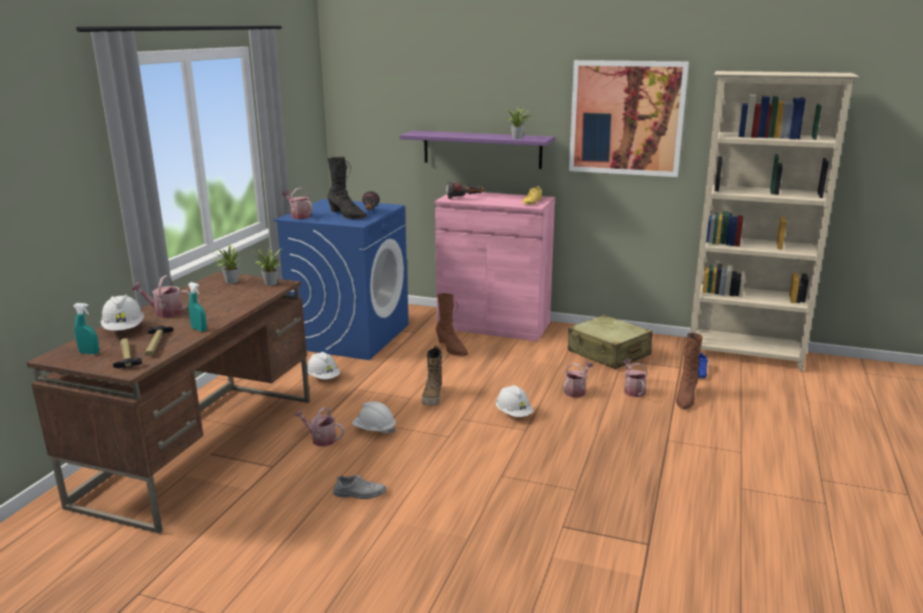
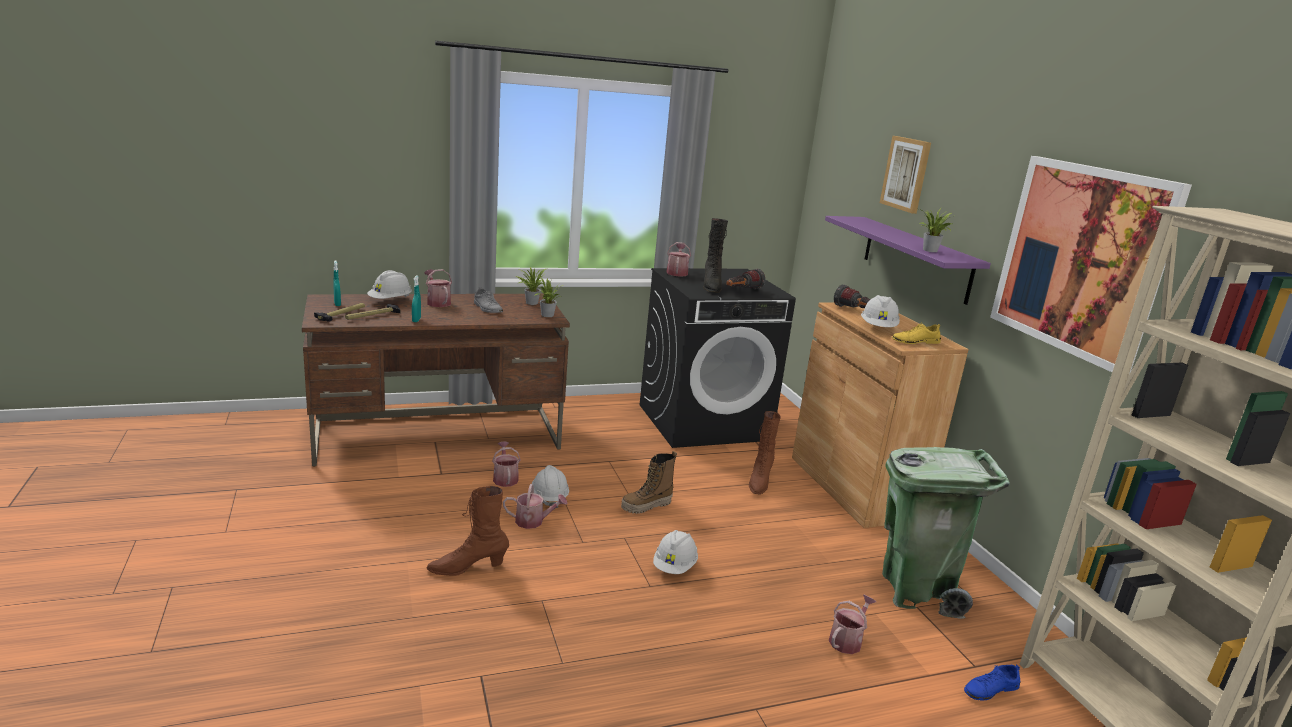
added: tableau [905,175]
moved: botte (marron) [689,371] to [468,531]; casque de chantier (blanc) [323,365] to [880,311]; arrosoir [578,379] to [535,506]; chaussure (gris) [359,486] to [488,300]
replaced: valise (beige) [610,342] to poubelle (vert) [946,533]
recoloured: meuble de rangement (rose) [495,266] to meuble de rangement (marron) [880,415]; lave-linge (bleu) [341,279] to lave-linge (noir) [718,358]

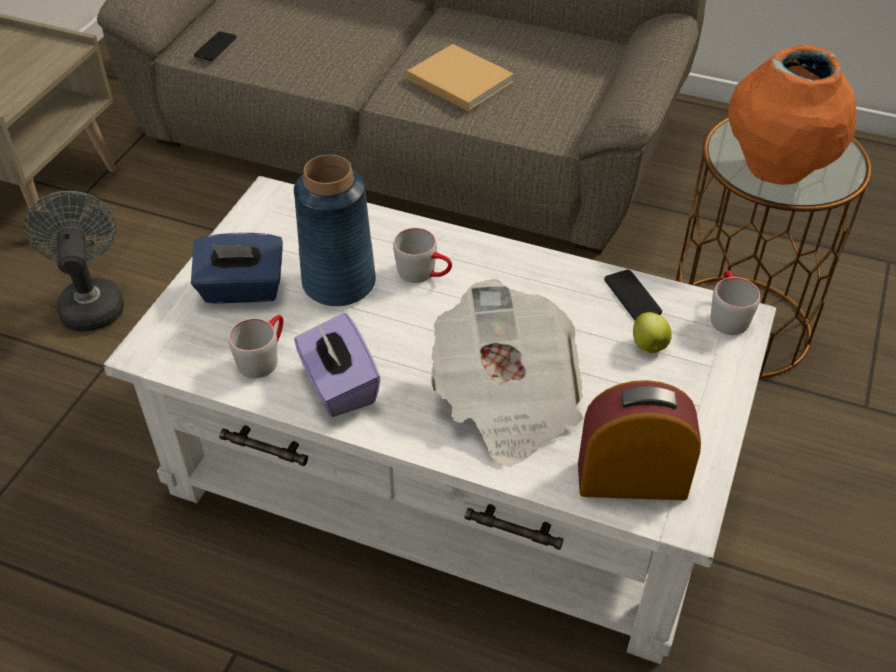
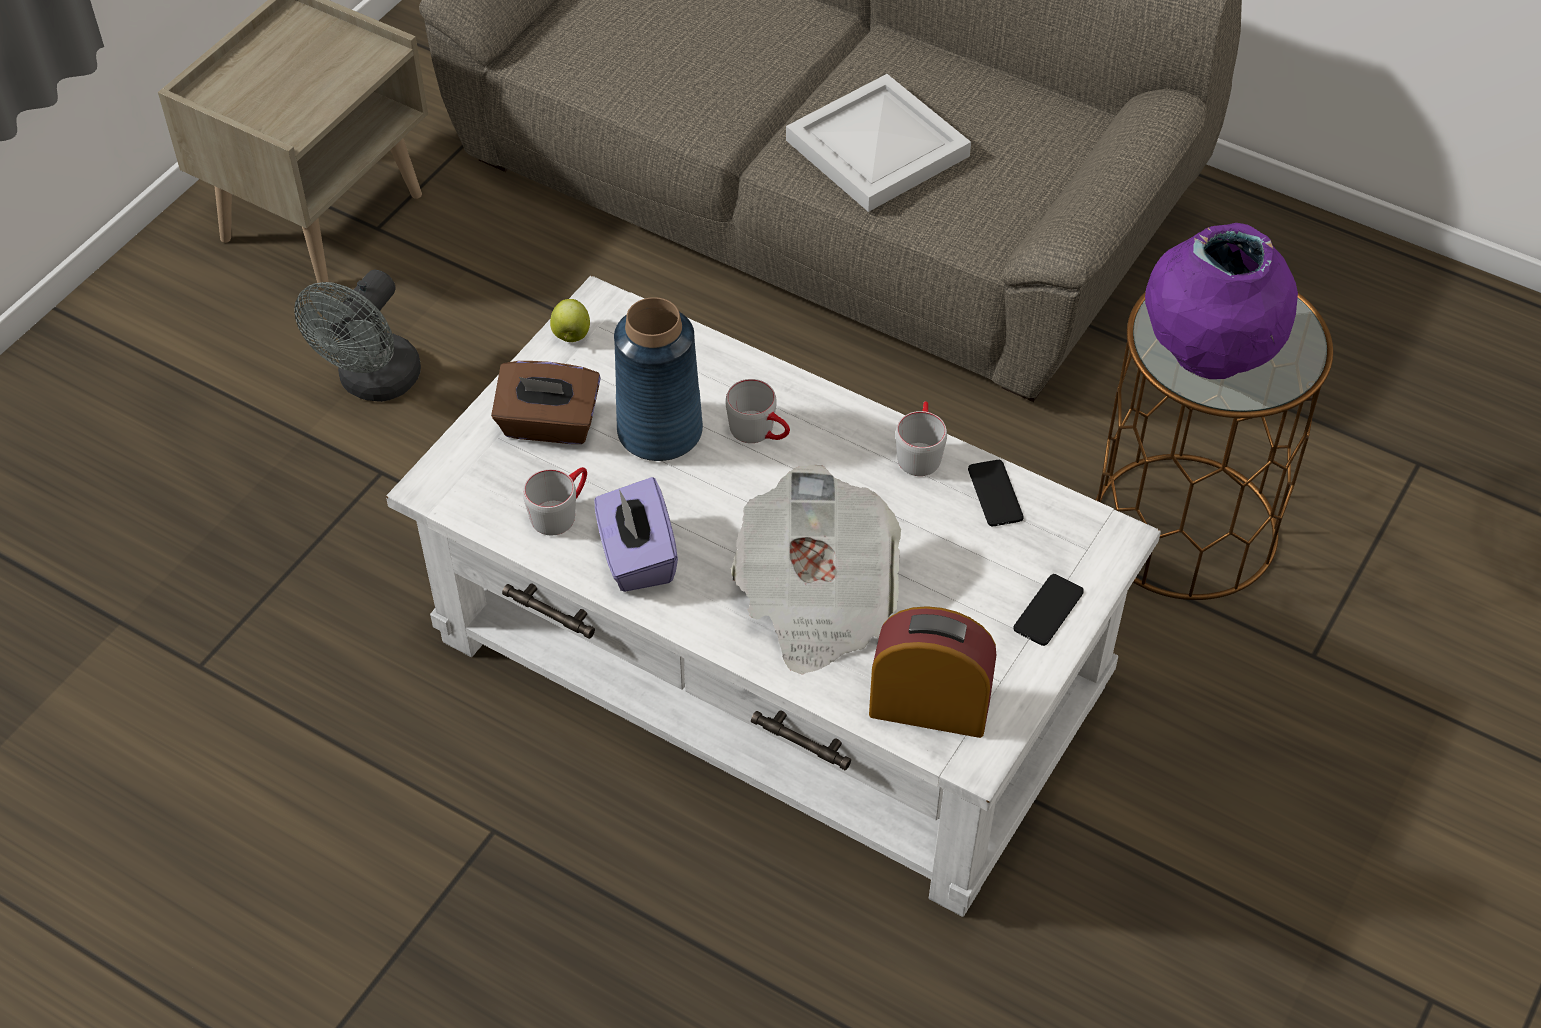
moved: téléphone [215,46] to [1049,610]; mug (gris) [735,302] to [921,438]; pomme [652,332] to [570,320]
replaced: livre (beige) [460,77] to plateau (blanc) [878,143]
recoloured: vase (orange) [792,115] to vase (violet) [1221,301]; boîte à mouchoirs (bleu) [237,268] to boîte à mouchoirs (marron) [546,402]
turned: ventilateur (gris) [74,261] = [358,336] 150 degrees counterclockwise

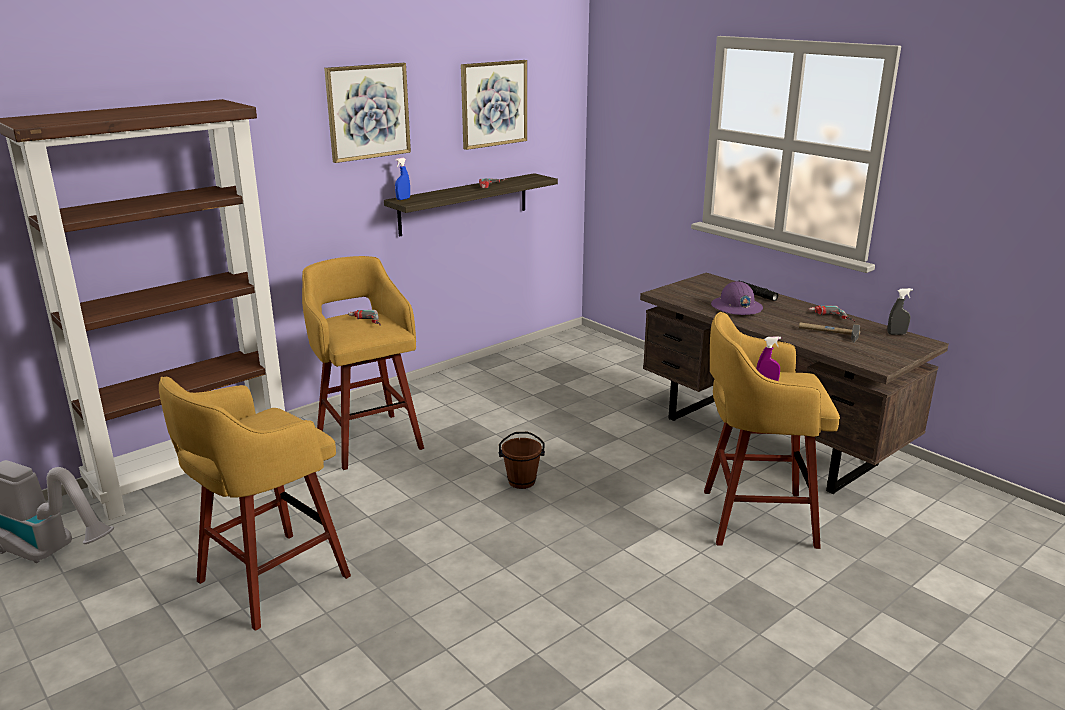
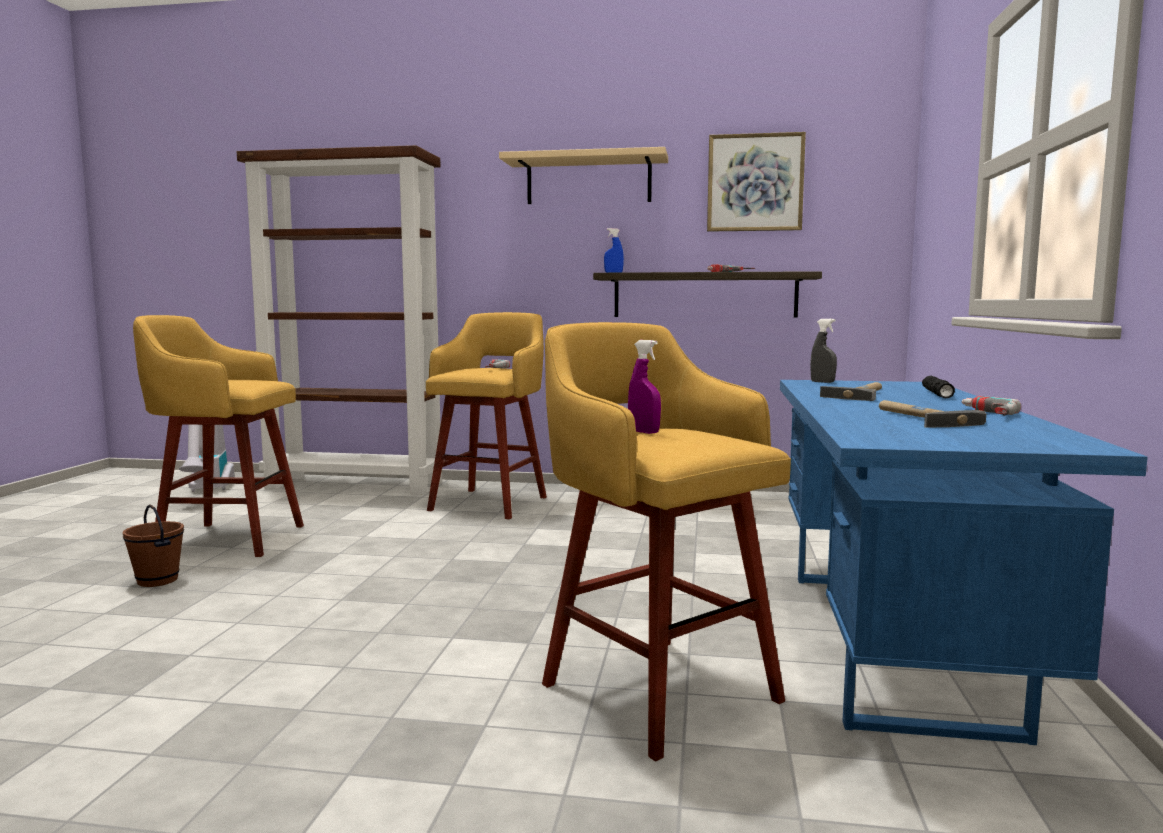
moved: vaporisateur (gris) [900,311] to [823,351]; seau (marron) [522,460] to [153,545]
replaced: tableau [367,113] to étagère (beige) [583,175]; casque de chantier (violet) [737,298] to marteau [851,391]
recoloured: bureau (marron) [794,383] to bureau (bleu) [964,562]

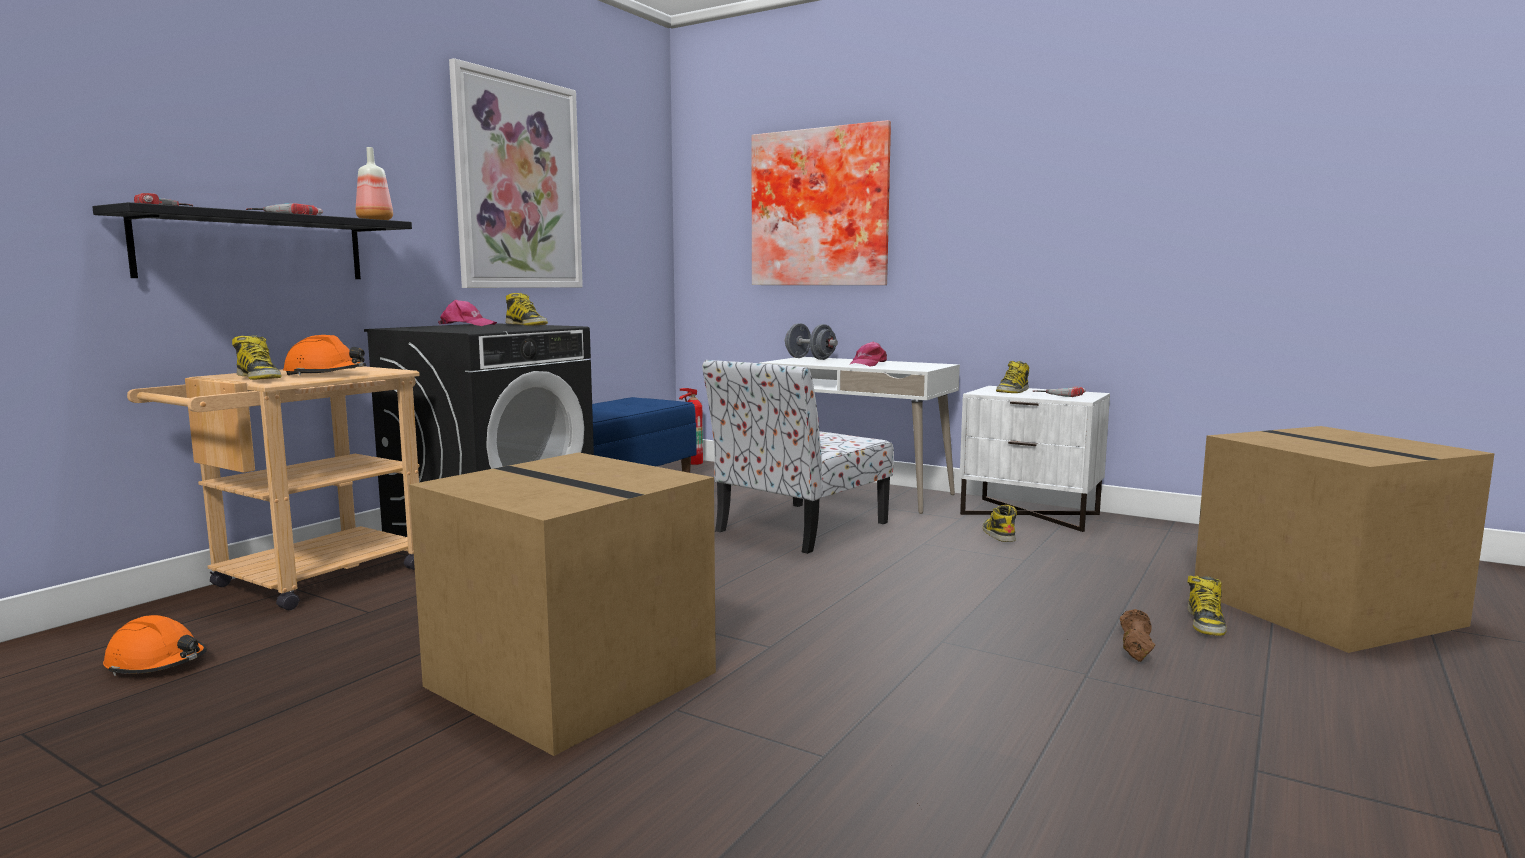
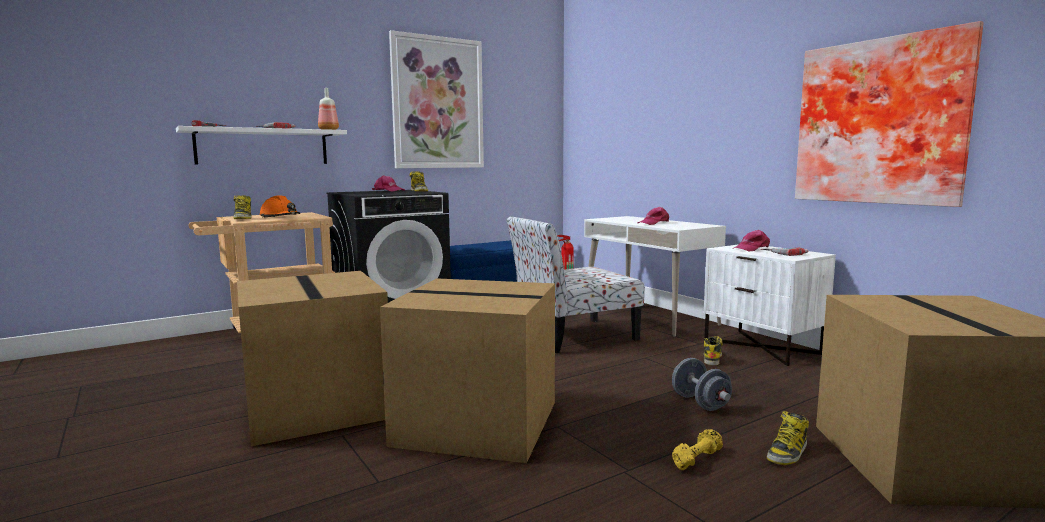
removed: casque de chantier (orange) [155,645]
added: carton [467,370]
moved: tableau [821,202] to [889,114]; haltère (gris) [811,341] to [702,384]
replaced: botte [1012,377] to casquette (rose) [752,240]
recoloured: étagère (noir) [252,240] to étagère (blanc) [261,145]; haltère (marron) [1137,635] to haltère (jaune) [697,449]

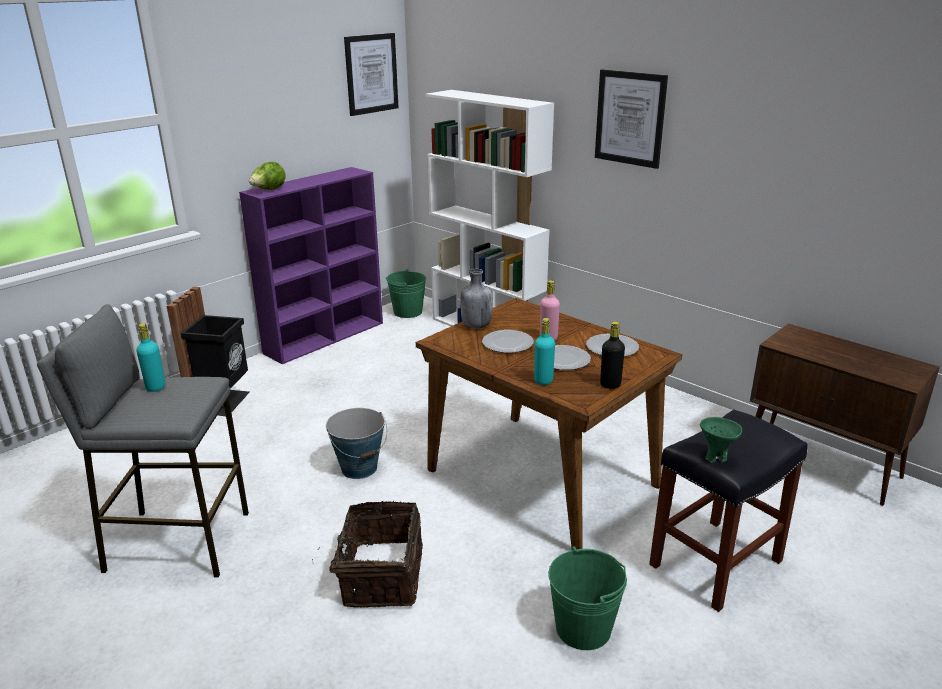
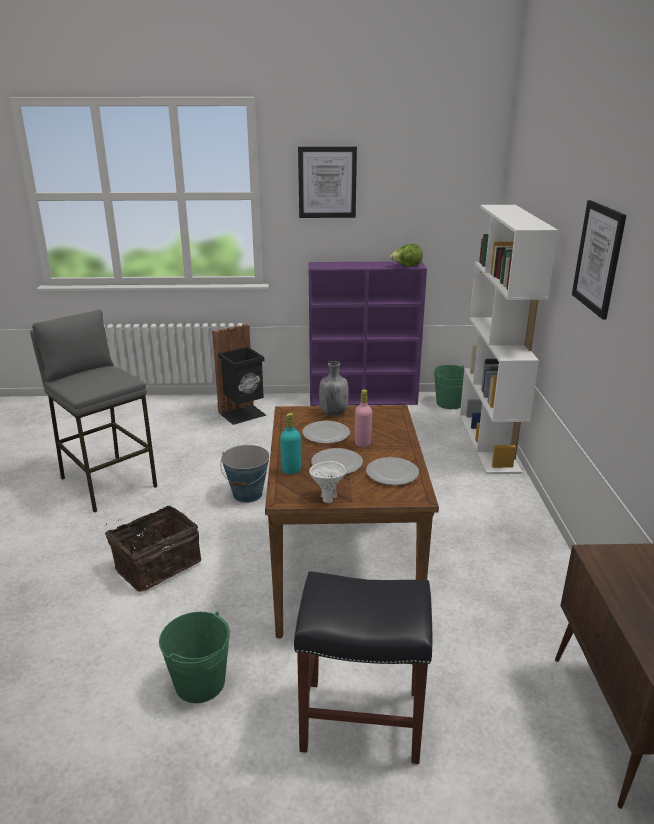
removed: bouteille (turquoise) [151,357]; bol (vert) [721,440]
moved: tableau [371,74] to [327,182]; laitue [267,176] to [406,255]
replaced: bouteille (noir) [612,355] to bol (blanc) [327,482]

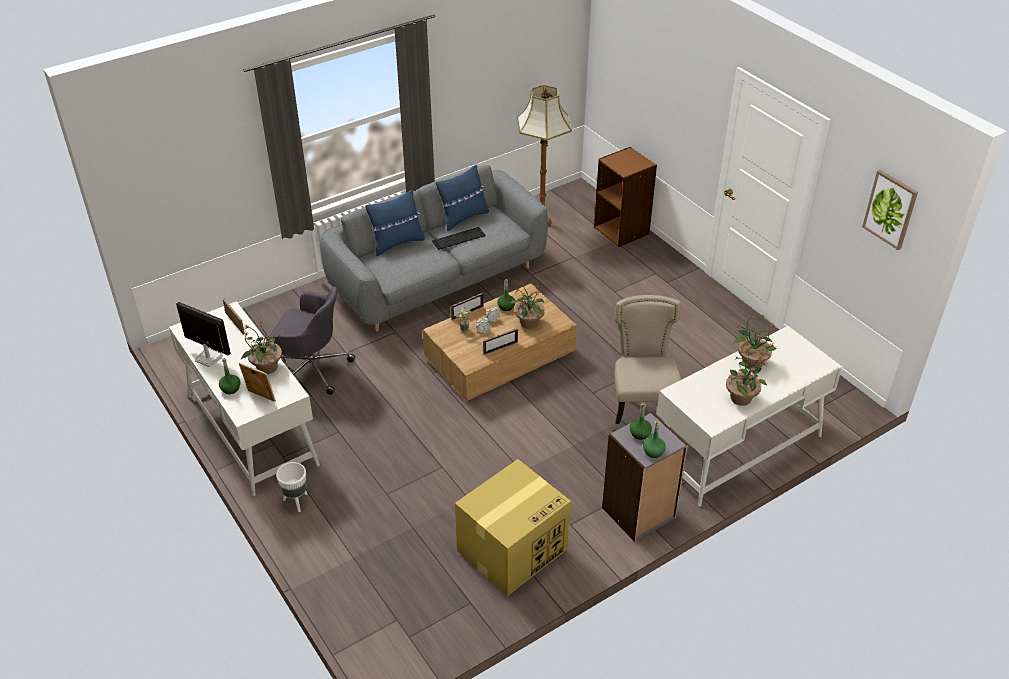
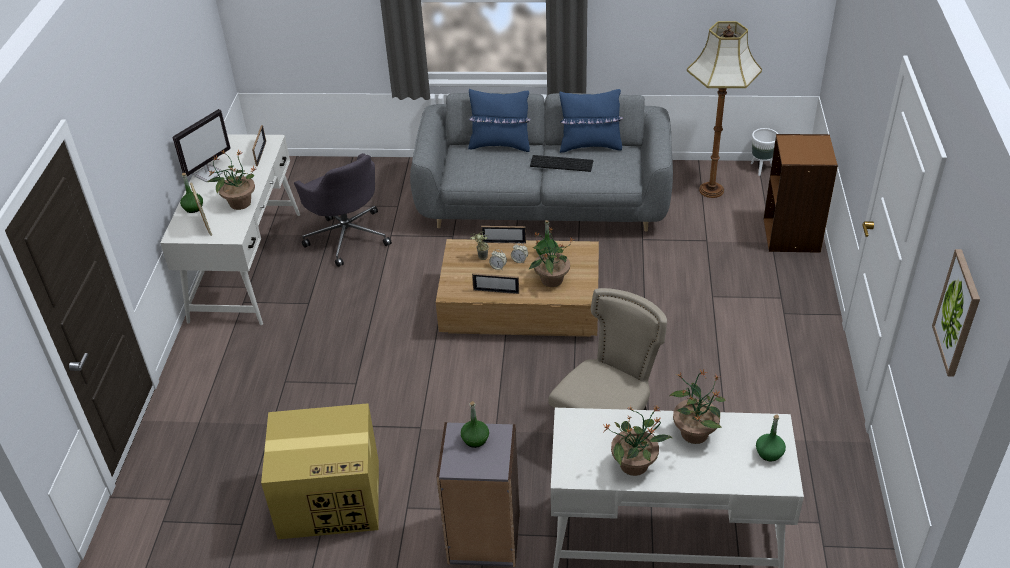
moved: bouteille (vert) [654,439] to [771,437]; cache-pot (blanc) [292,487] to [764,152]
turned: écran d'ordinateur [203,334] = [201,145] 60 degrees clockwise

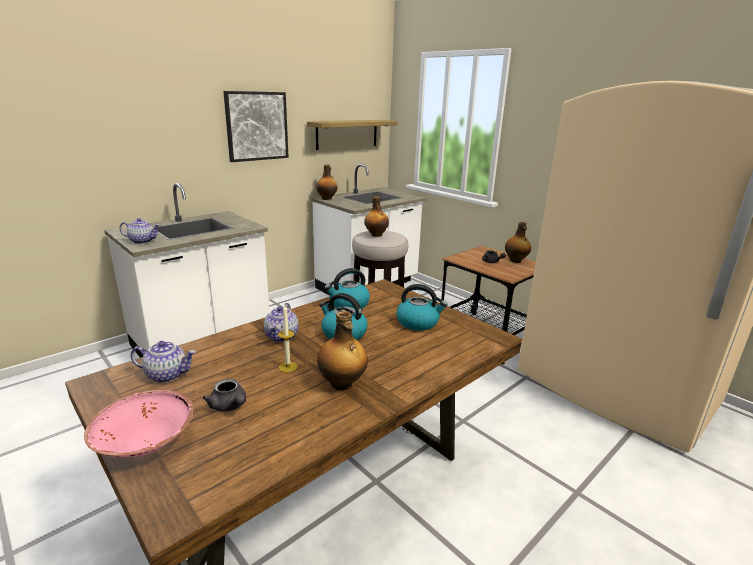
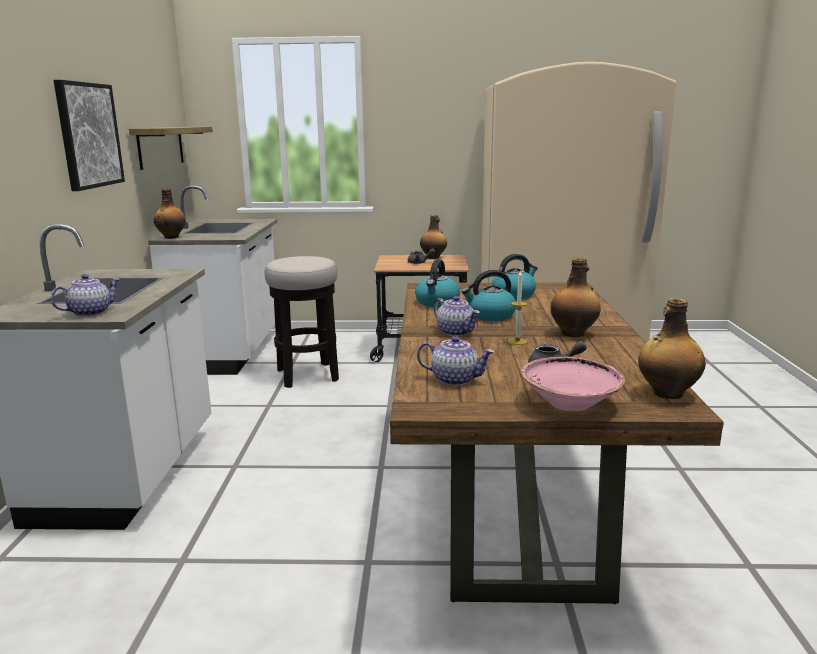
moved: bouteille [376,216] to [672,348]
turned: théière [163,362] = [456,361] 60 degrees clockwise

